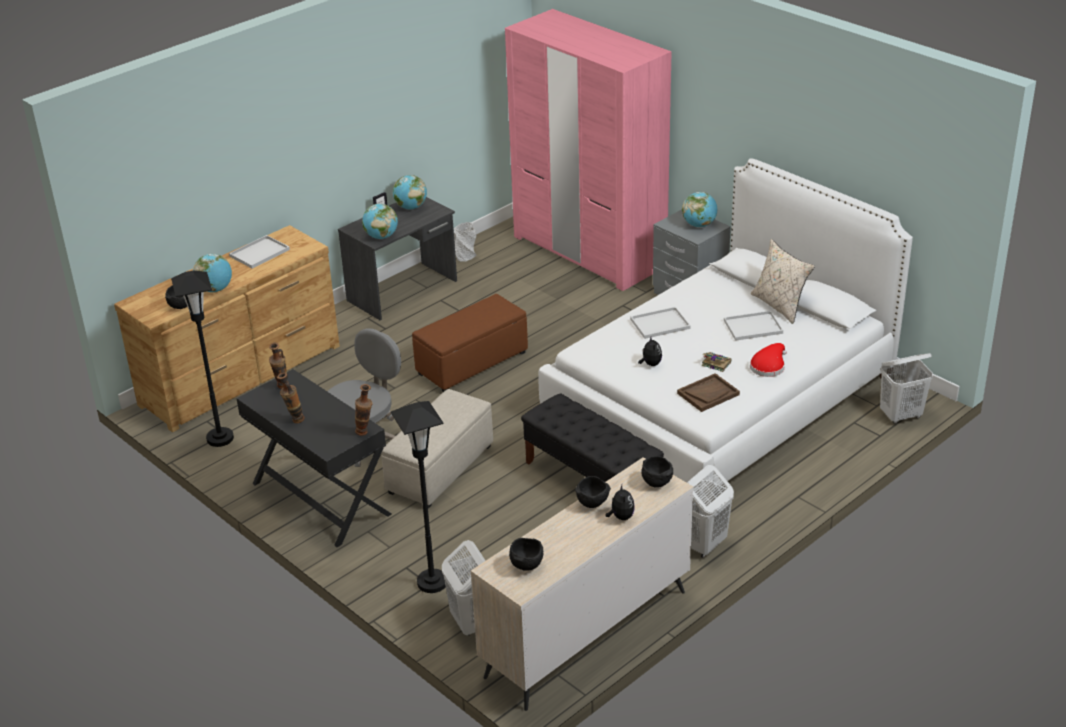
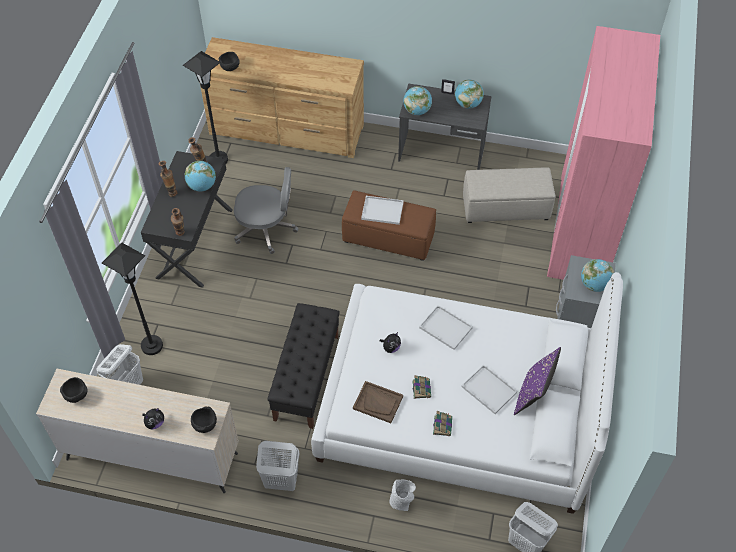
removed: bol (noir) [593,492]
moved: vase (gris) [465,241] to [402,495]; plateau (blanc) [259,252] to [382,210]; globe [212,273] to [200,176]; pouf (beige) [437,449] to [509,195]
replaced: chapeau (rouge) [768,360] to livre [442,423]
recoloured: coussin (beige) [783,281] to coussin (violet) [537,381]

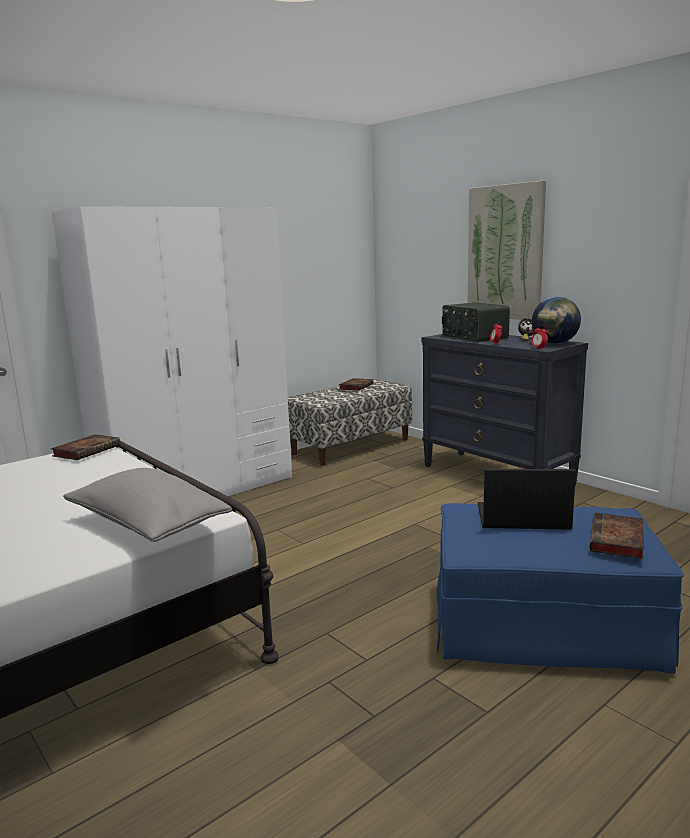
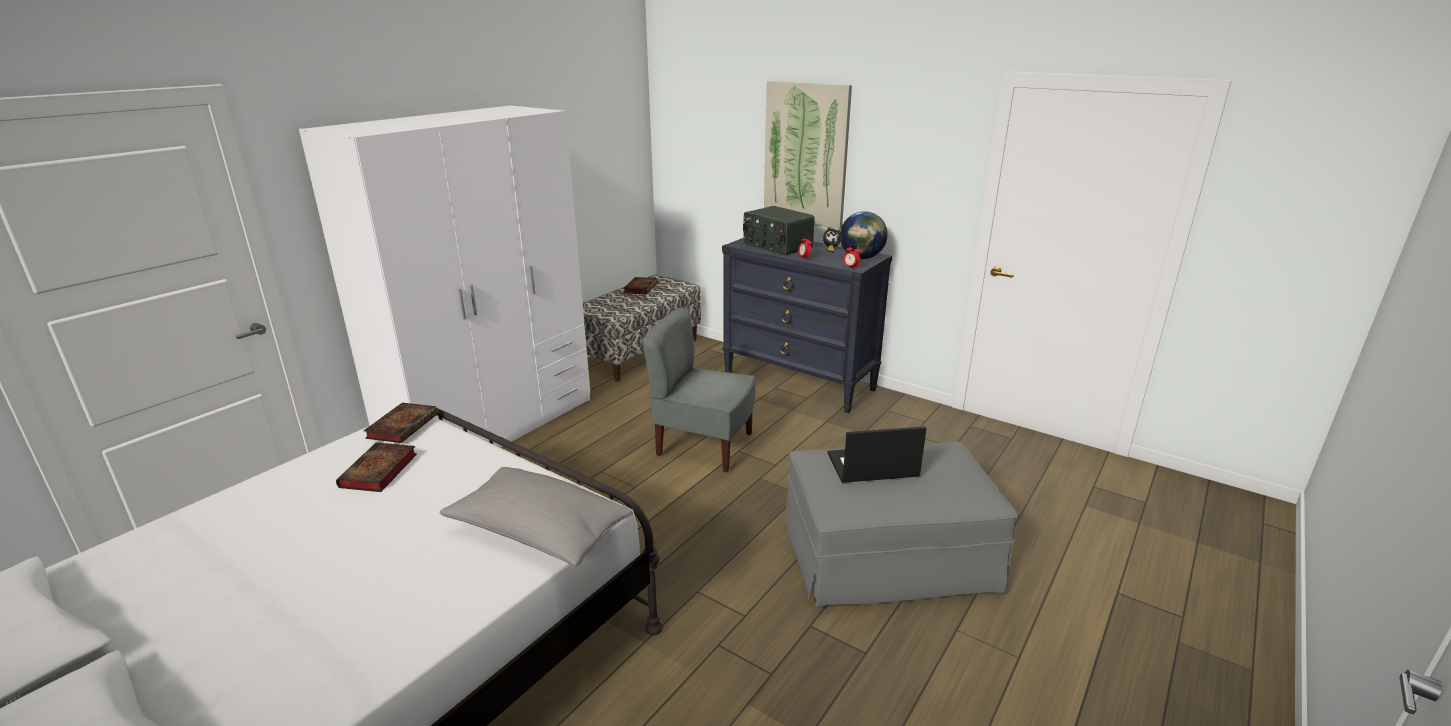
added: chaise (gris) [698,389]
moved: livre [617,536] to [376,467]
recoloured: pouf (bleu) [560,588] to pouf (gris) [901,524]

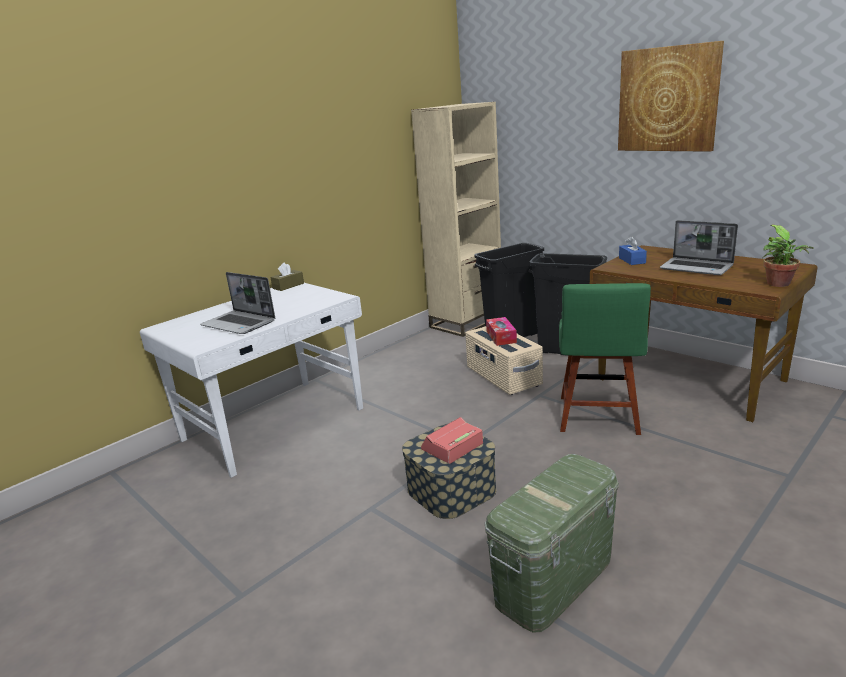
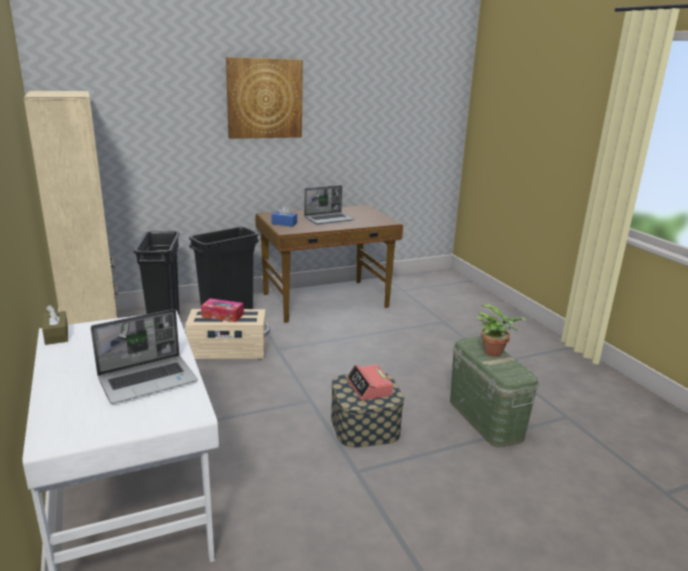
removed: chaise (vert) [605,359]
moved: plante en pot [788,256] to [501,330]

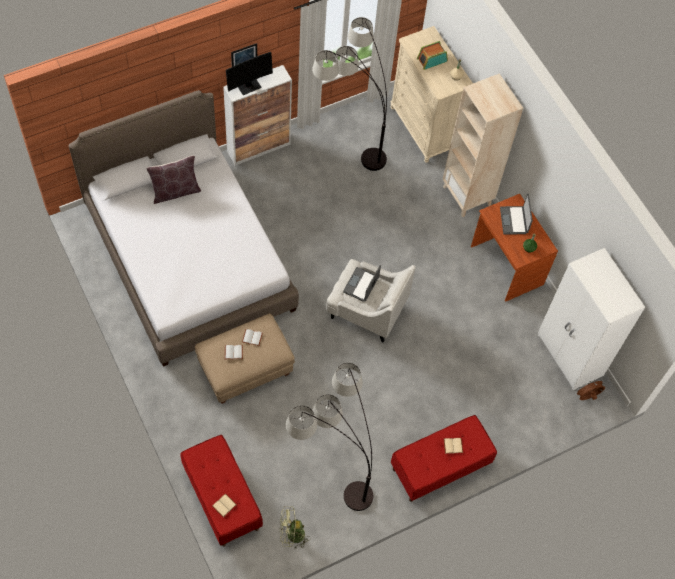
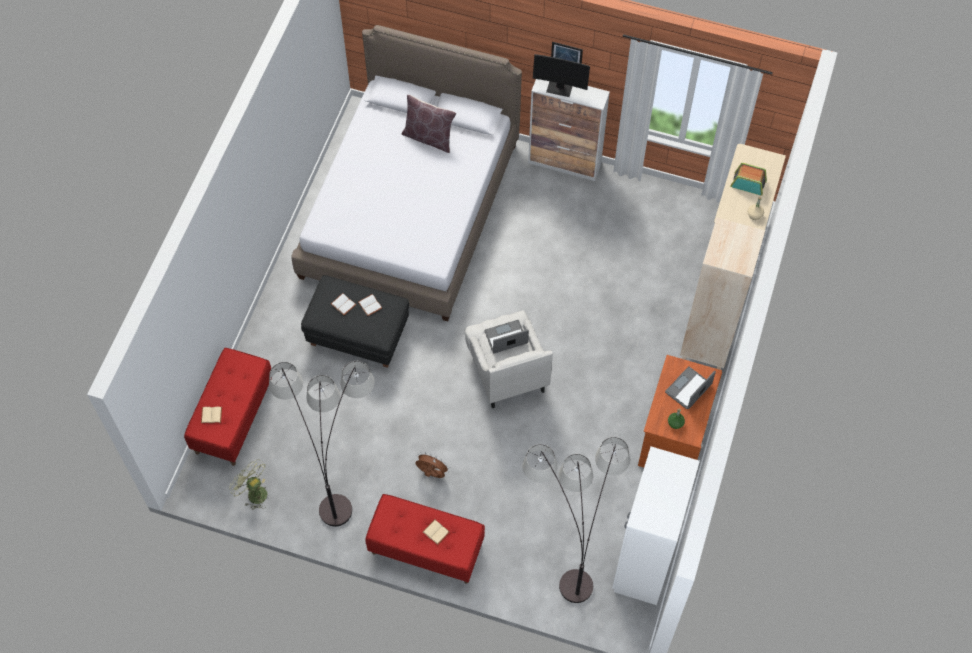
moved: lampadaire [349,94] to [576,520]; ventilateur (marron) [590,389] to [432,465]
recoloured: pouf (beige) [245,359] to pouf (noir) [355,321]

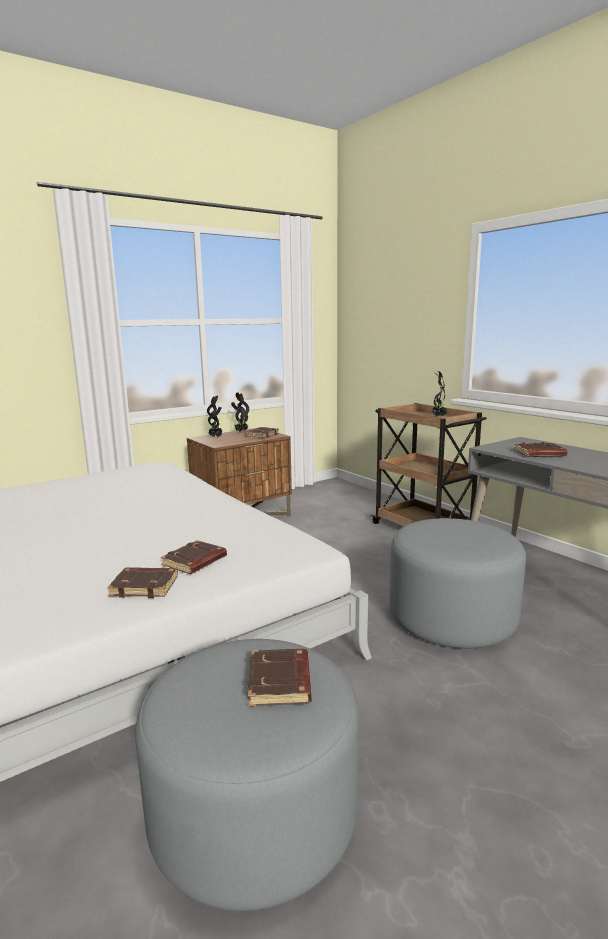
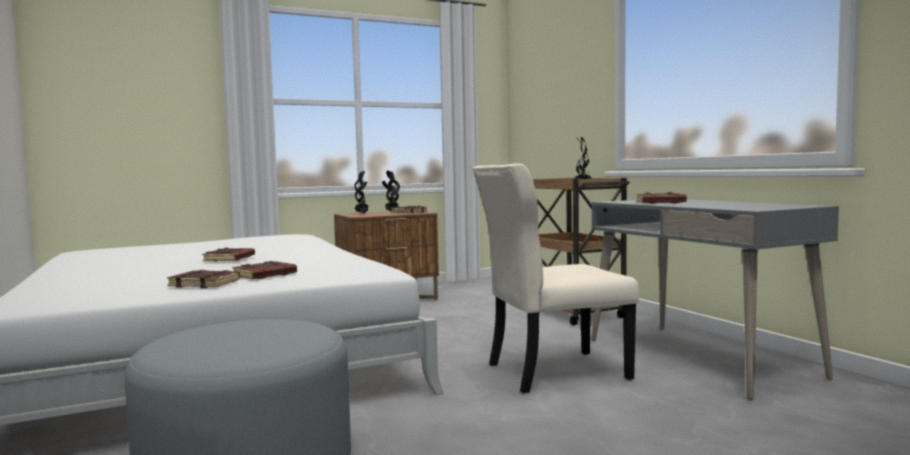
moved: livre (marron) [279,677] to [228,254]
replaced: pouf (gris) [457,583] to chaise (beige) [555,278]

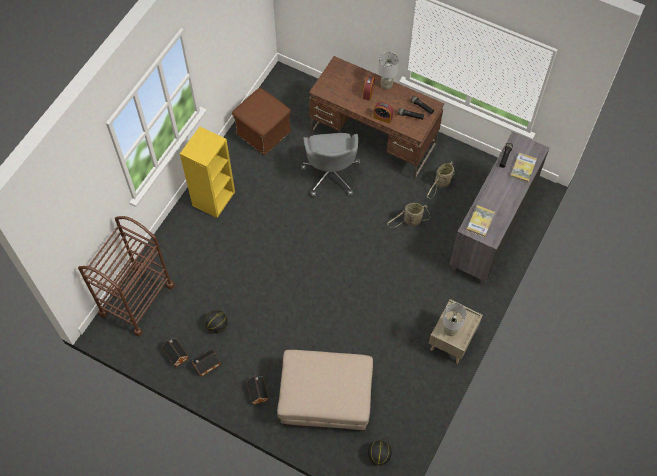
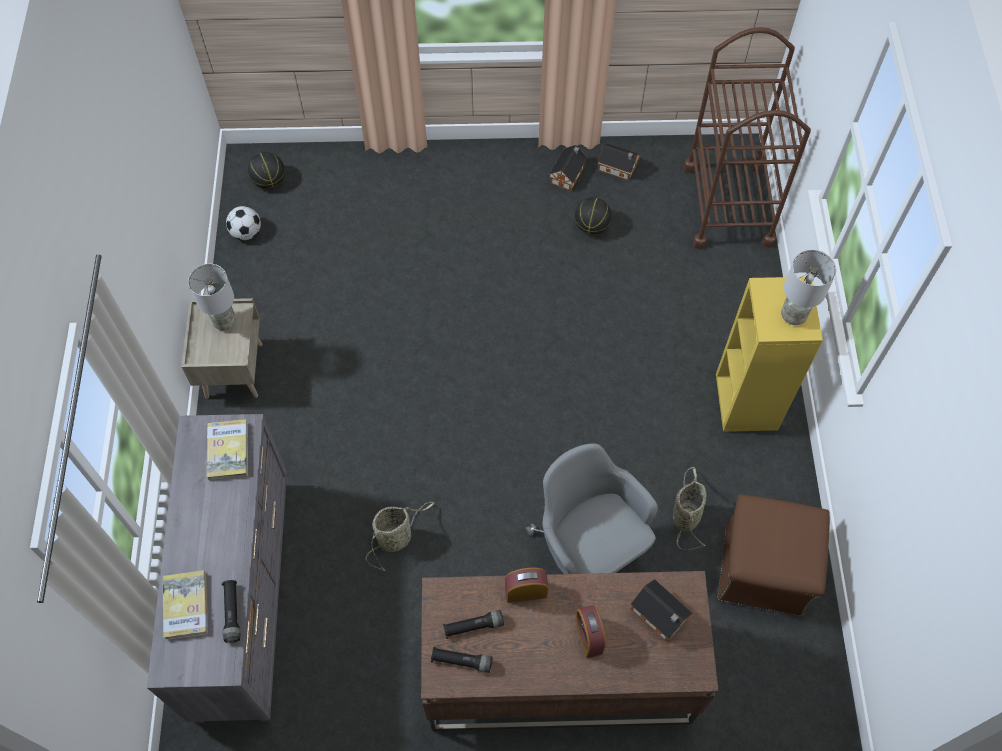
removed: pouf (beige) [325,390]
added: ballon de foot [243,223]
moved: lampe de table (gris) [388,70] to [808,287]; panier [441,179] to [689,508]; maison miniature [257,390] to [661,610]

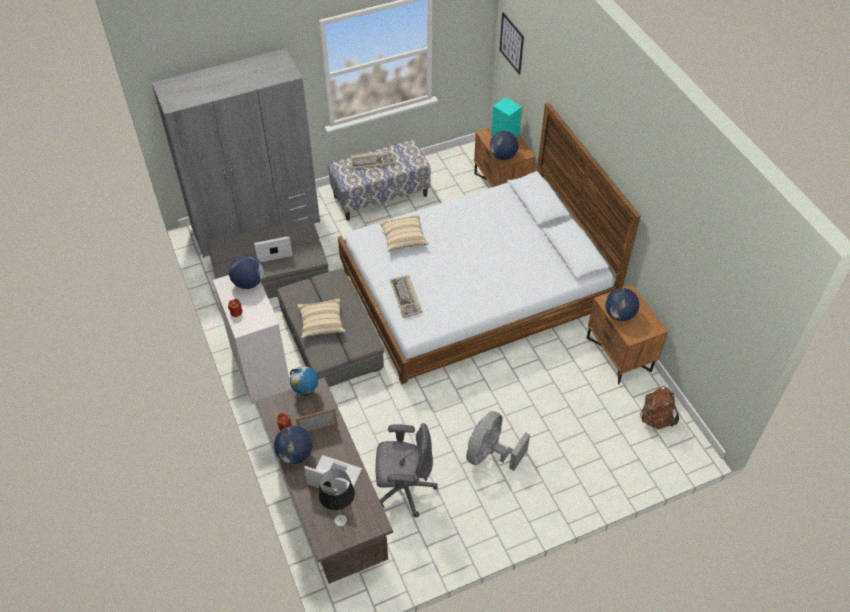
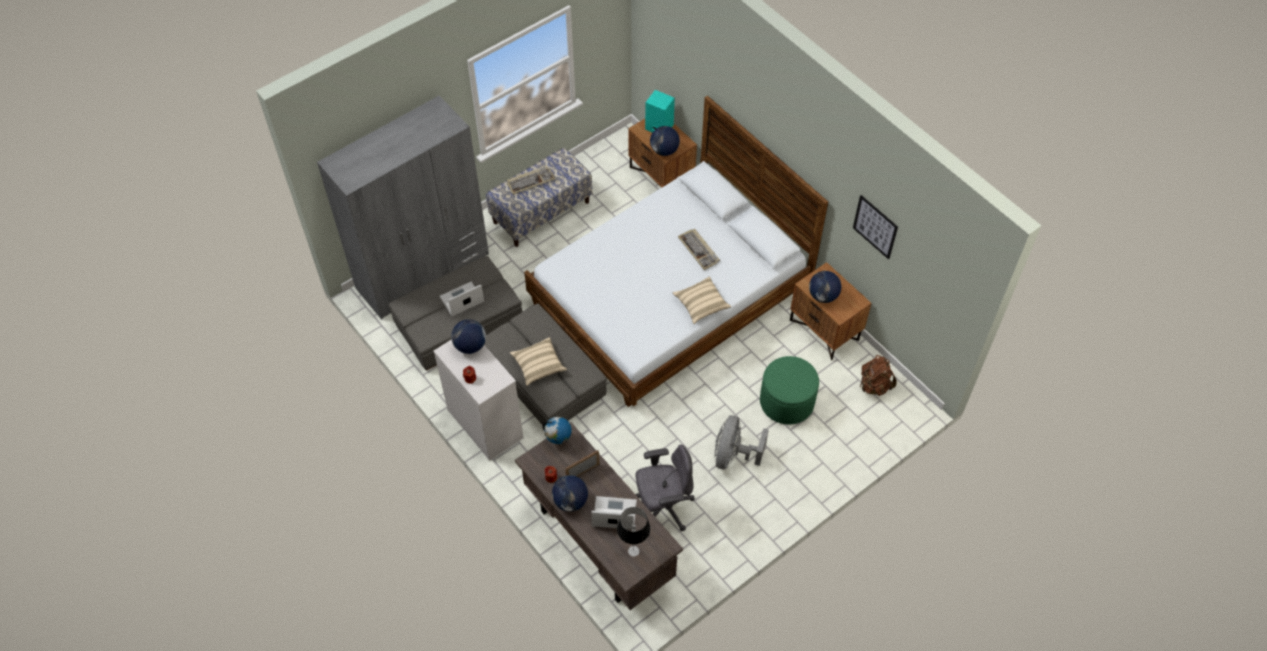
added: pouf (vert) [789,390]
moved: tableau [512,43] to [875,227]; coussin (beige) [404,233] to [702,300]; clavier [406,296] to [699,249]

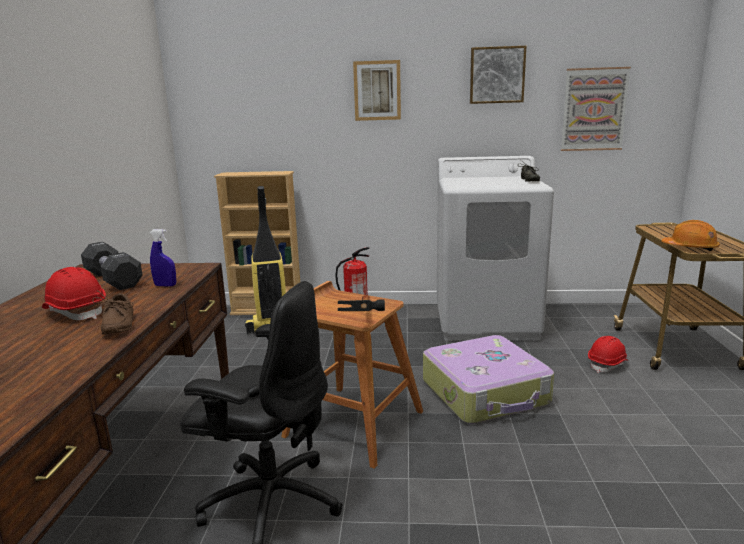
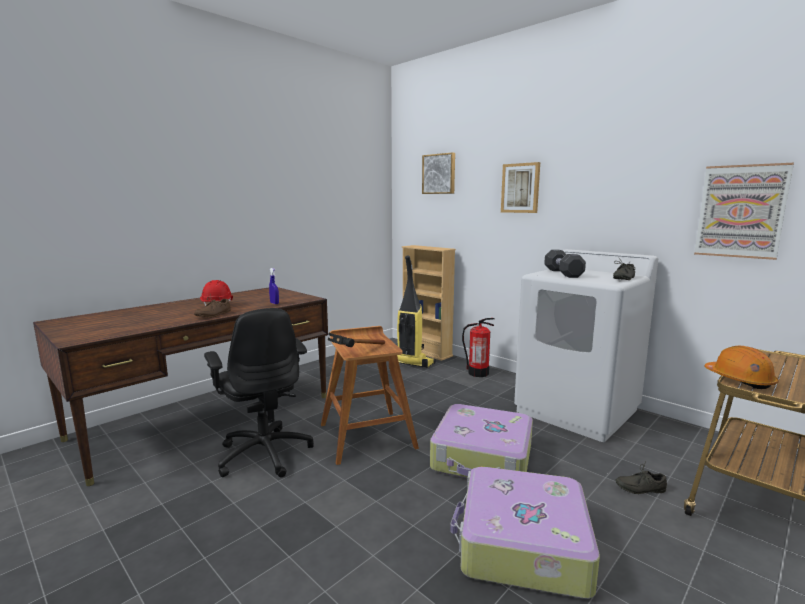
added: valise [525,533]
moved: tableau [498,75] to [438,173]; haltère (noir) [112,266] to [565,264]
replaced: casque de chantier (rouge) [608,354] to chaussure (gris) [641,477]

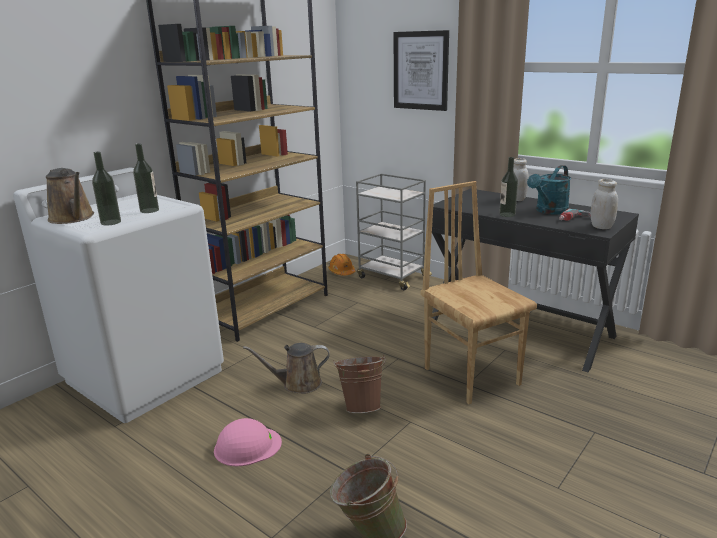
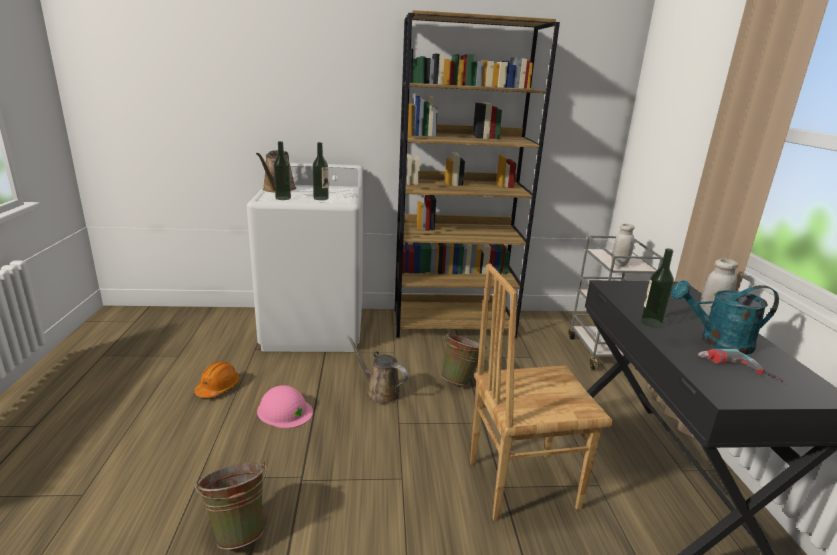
removed: tableau [421,70]; seau (marron) [359,384]
added: seau (vert) [463,359]
moved: bocal (blanc) [604,204] to [623,245]; casque de chantier (orange) [341,265] to [217,380]
turned: chaise (marron) [479,292] = [541,392] 120 degrees counterclockwise

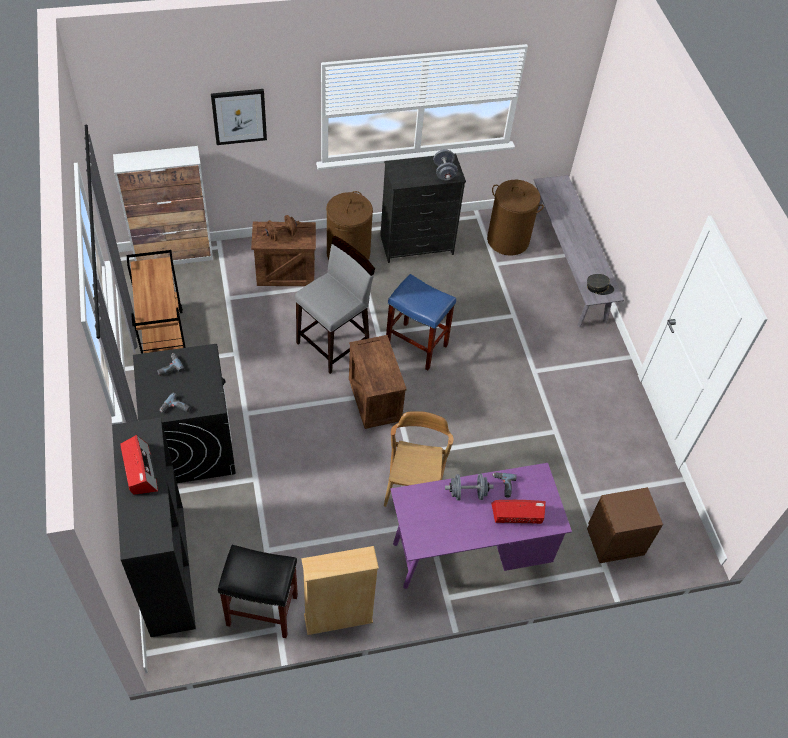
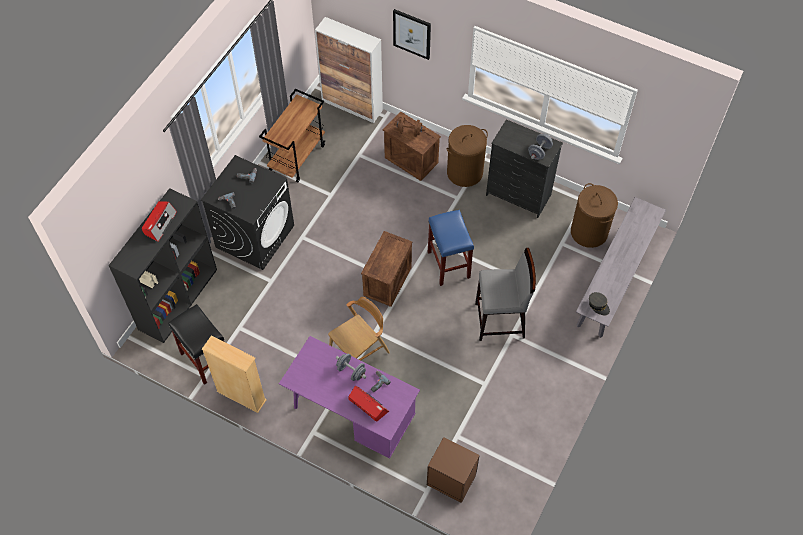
moved: tabouret (gris) [335,305] to [505,294]

